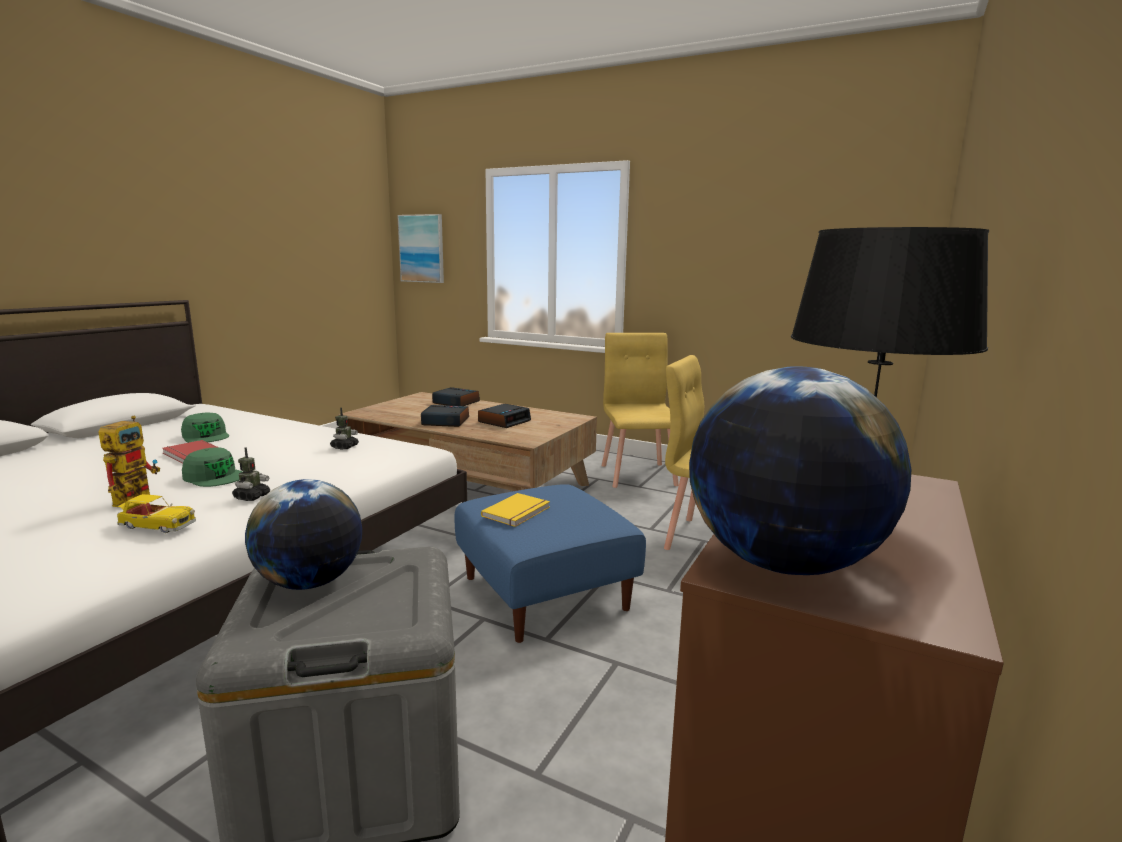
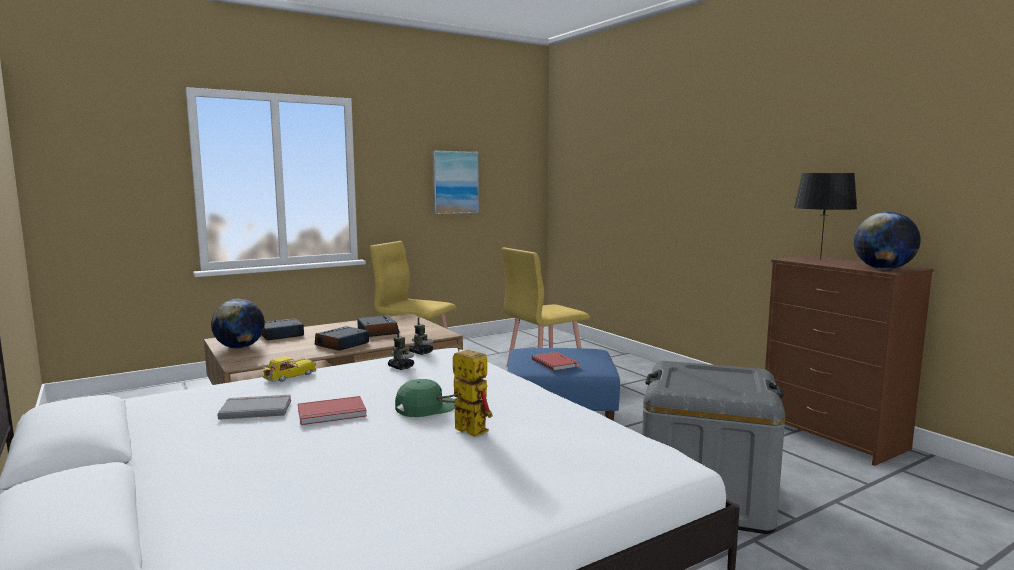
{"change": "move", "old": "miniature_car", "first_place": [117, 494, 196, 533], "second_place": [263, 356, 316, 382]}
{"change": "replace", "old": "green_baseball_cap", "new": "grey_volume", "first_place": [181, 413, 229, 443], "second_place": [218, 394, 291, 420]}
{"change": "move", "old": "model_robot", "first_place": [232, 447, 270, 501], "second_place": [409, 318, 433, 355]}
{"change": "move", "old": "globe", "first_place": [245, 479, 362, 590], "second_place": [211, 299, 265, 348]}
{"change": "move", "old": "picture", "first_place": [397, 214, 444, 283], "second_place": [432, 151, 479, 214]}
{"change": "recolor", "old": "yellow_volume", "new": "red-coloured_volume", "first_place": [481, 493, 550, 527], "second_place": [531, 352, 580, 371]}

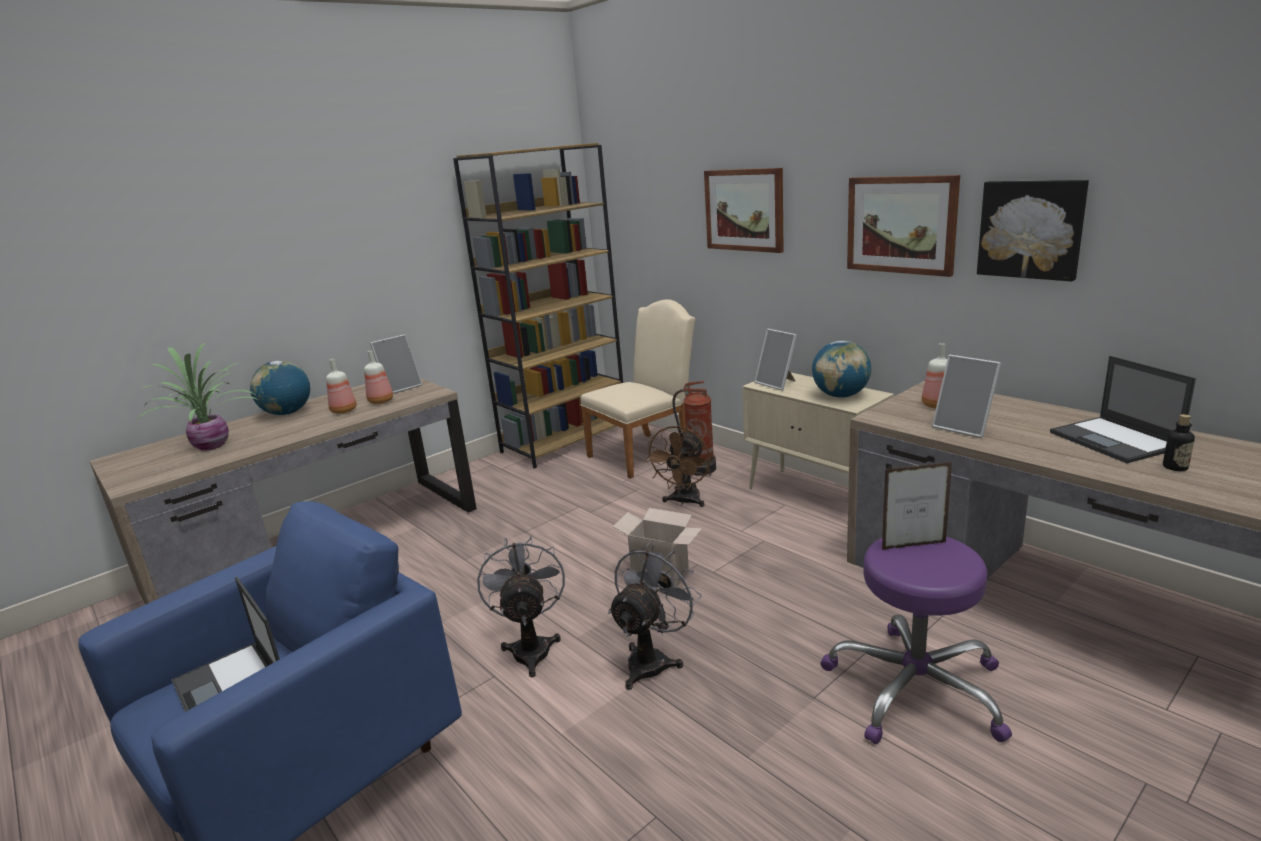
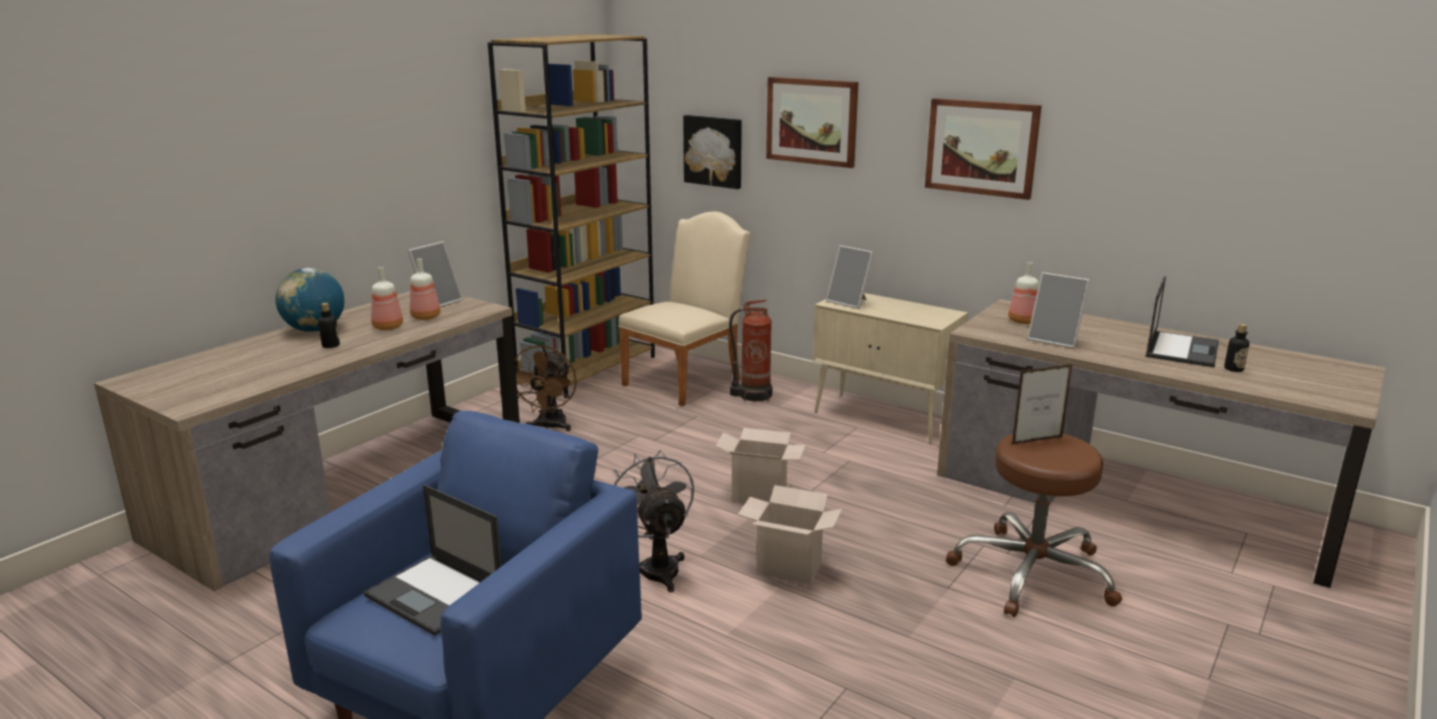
{"change": "delete", "old": "potted_plant", "first_place": [136, 343, 259, 451]}
{"change": "replace", "old": "grey_cooling_fan", "new": "packing_box", "first_place": [608, 542, 702, 690], "second_place": [738, 485, 843, 585]}
{"change": "move", "old": "brown_cooling_fan", "first_place": [645, 426, 710, 507], "second_place": [515, 345, 577, 431]}
{"change": "delete", "old": "globe", "first_place": [812, 340, 871, 398]}
{"change": "recolor", "old": "purple_sitting_stool", "new": "brown_sitting_stool", "first_place": [820, 537, 1012, 744], "second_place": [946, 434, 1122, 617]}
{"change": "move", "old": "picture", "first_place": [977, 180, 1089, 281], "second_place": [683, 115, 742, 189]}
{"change": "rotate", "old": "laptop", "first_place": [1050, 356, 1196, 463], "second_place": [1146, 276, 1219, 368], "degrees": -120}
{"change": "insert", "new": "beverage_bottle", "second_place": [318, 303, 340, 348]}

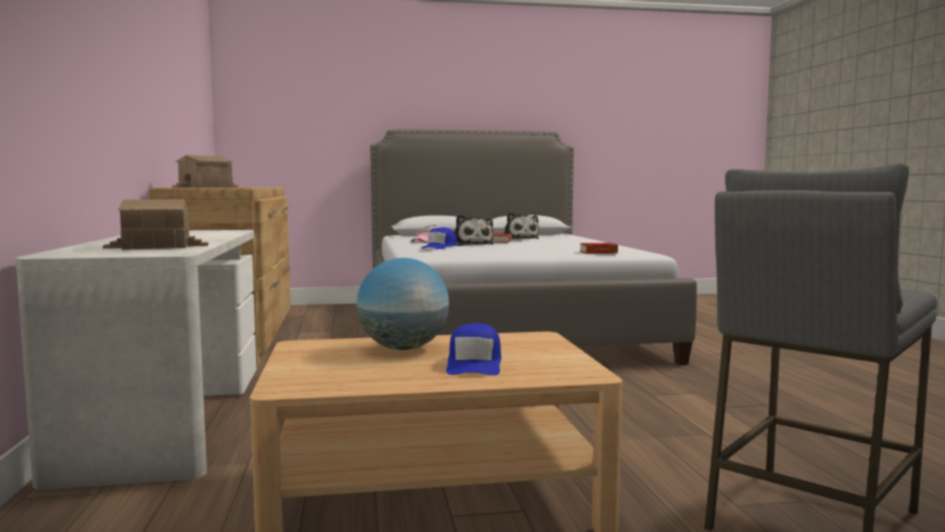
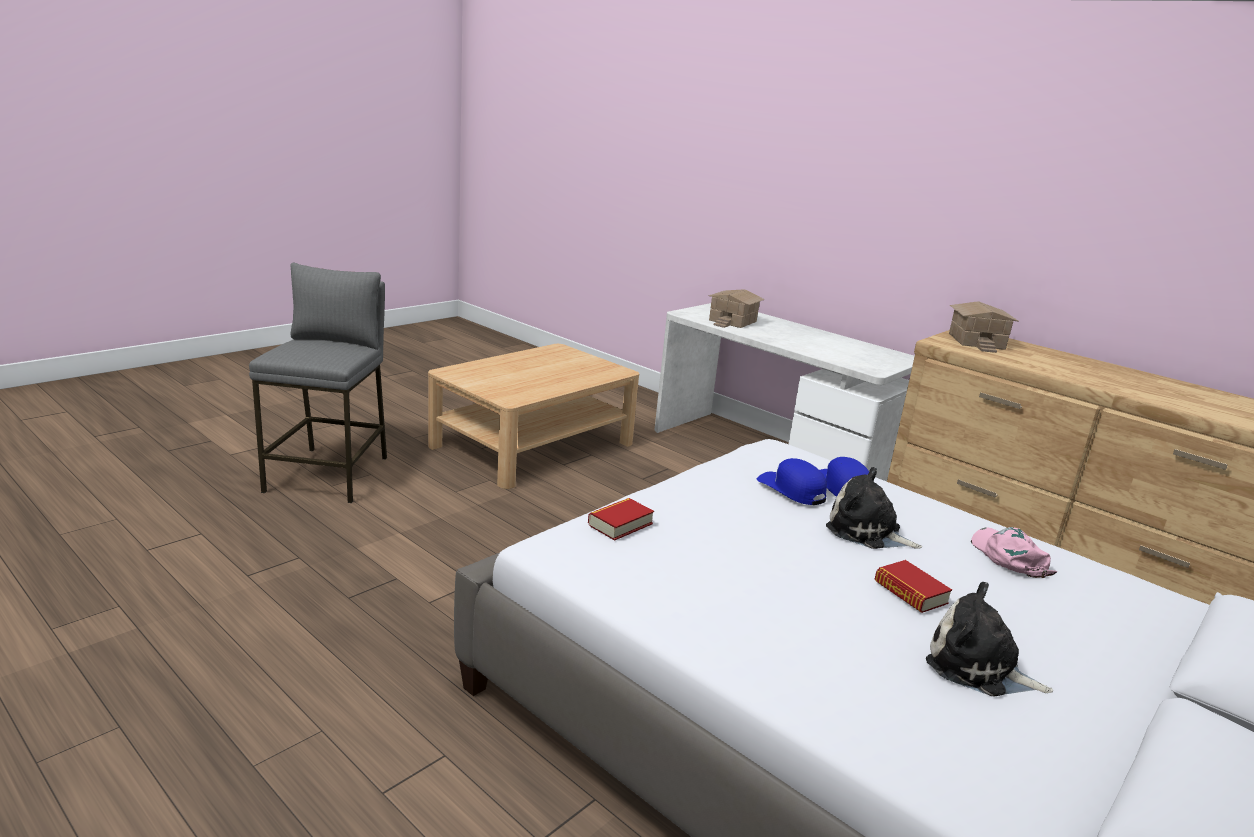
{"change": "delete", "old": "globe", "first_place": [357, 258, 449, 350]}
{"change": "move", "old": "bluish_baseball_cap", "first_place": [446, 323, 501, 375], "second_place": [756, 458, 827, 505]}

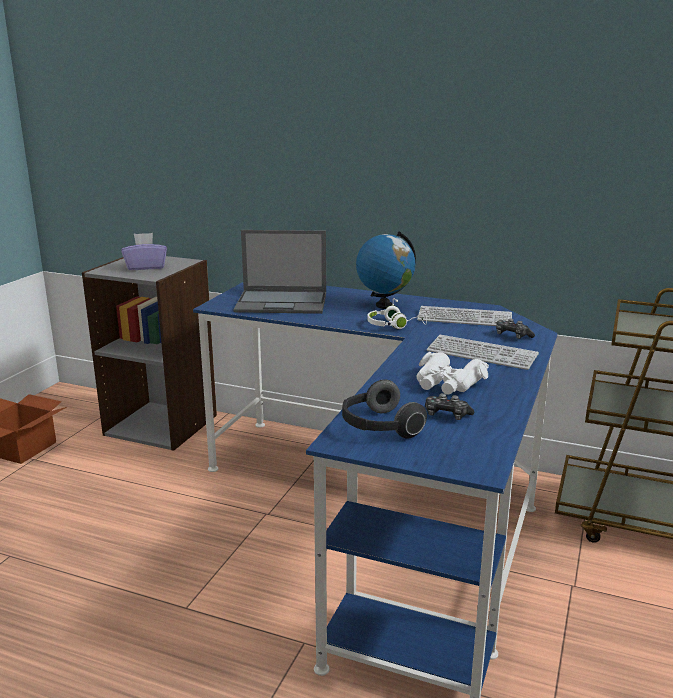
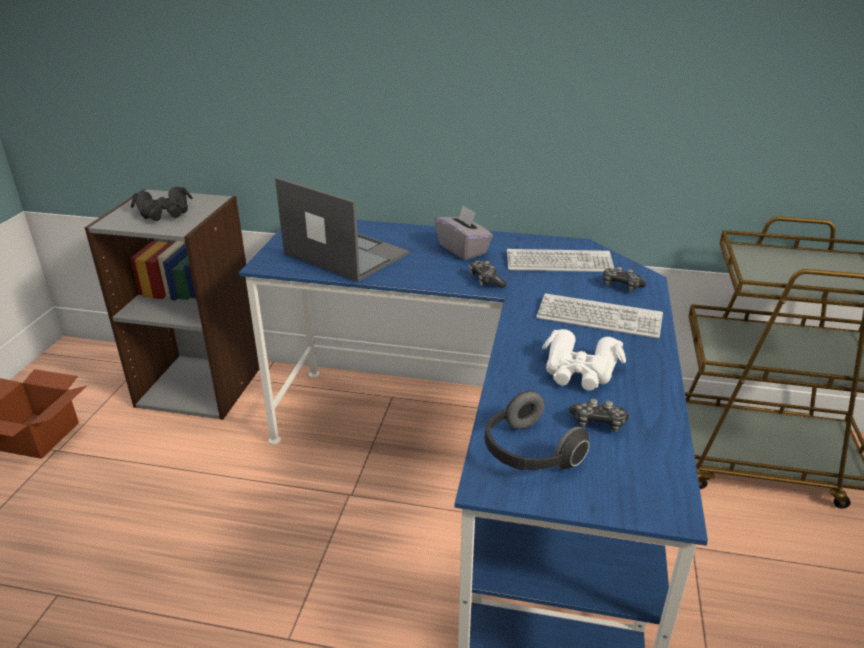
{"change": "replace", "old": "purple_box_of_tissues", "new": "black-coloured_pair_of_binoculars", "first_place": [121, 233, 167, 270], "second_place": [131, 187, 193, 221]}
{"change": "rotate", "old": "laptop", "first_place": [233, 230, 326, 314], "second_place": [275, 177, 409, 282], "degrees": -135}
{"change": "replace", "old": "globe", "new": "grey_box_of_tissues", "first_place": [356, 231, 416, 309], "second_place": [435, 205, 493, 260]}
{"change": "replace", "old": "white-coloured_headphones", "new": "game_controller", "first_place": [367, 298, 427, 329], "second_place": [469, 260, 507, 288]}

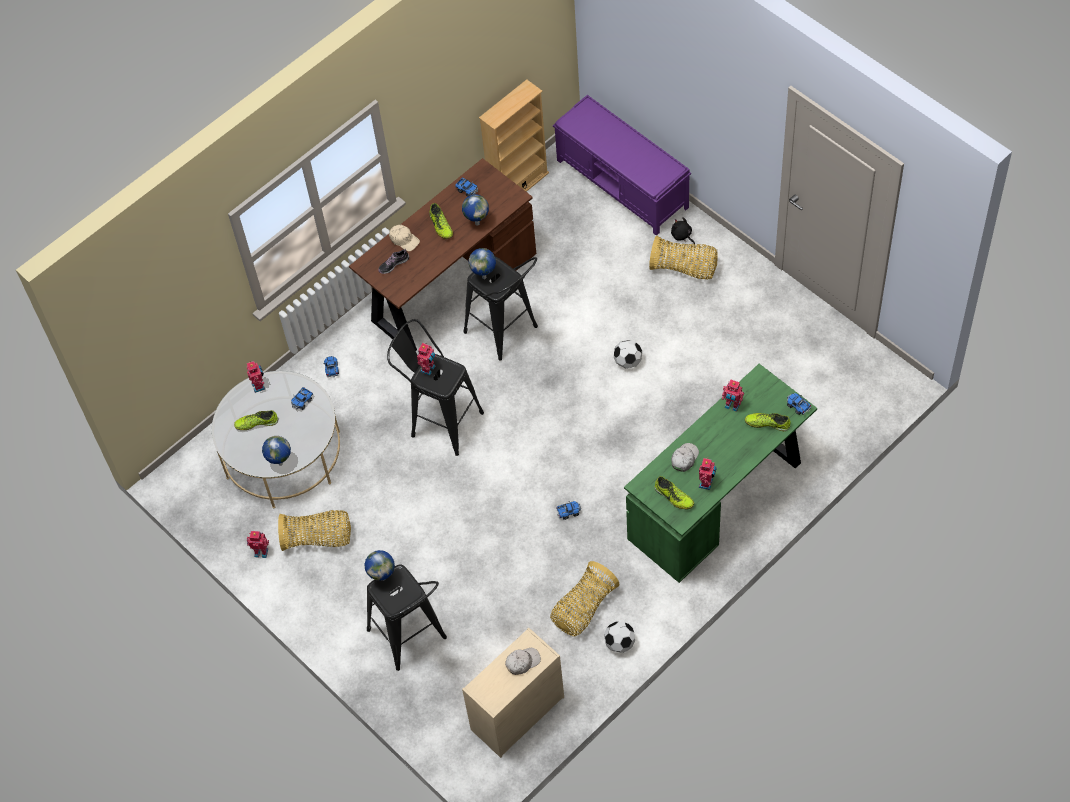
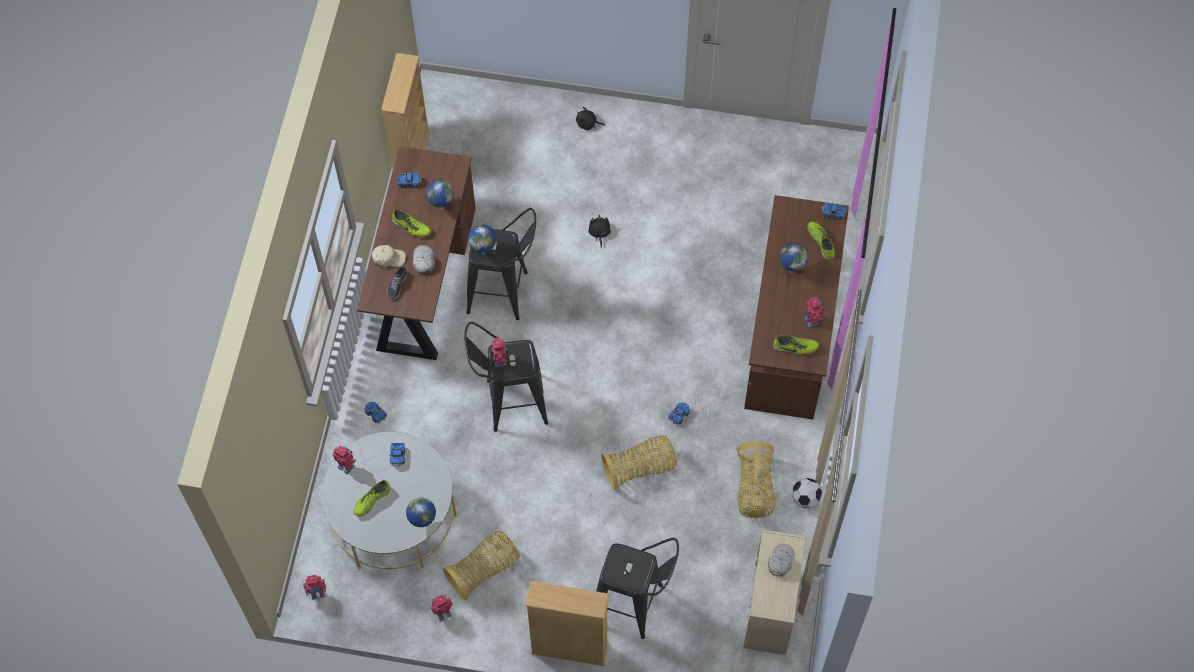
{"change": "move", "old": "globe", "first_place": [364, 550, 395, 581], "second_place": [779, 243, 808, 273]}
{"change": "delete", "old": "purple_long_seat", "first_place": [553, 95, 691, 236]}
{"change": "delete", "old": "football", "first_place": [614, 340, 642, 368]}
{"change": "recolor", "old": "green_desk_unit", "new": "brown_desk_unit", "first_place": [624, 364, 817, 583], "second_place": [744, 195, 849, 420]}
{"change": "move", "old": "household_basket", "first_place": [649, 236, 718, 280], "second_place": [601, 435, 677, 490]}
{"change": "move", "old": "white-coloured_baseball_cap", "first_place": [671, 443, 699, 472], "second_place": [413, 245, 435, 274]}
{"change": "move", "old": "model_robot", "first_place": [722, 379, 744, 412], "second_place": [303, 575, 326, 600]}
{"change": "rotate", "old": "low_shoe", "first_place": [745, 413, 790, 431], "second_place": [807, 221, 835, 260], "degrees": 90}
{"change": "insert", "new": "beige-coloured_bookcase", "second_place": [525, 581, 609, 666]}
{"change": "insert", "new": "black-coloured_plush_toy", "second_place": [588, 214, 611, 248]}

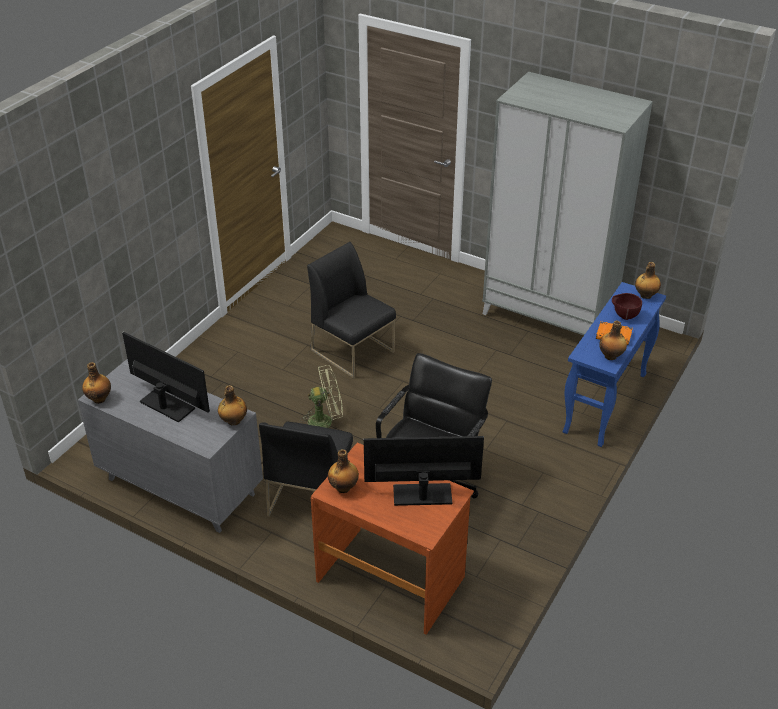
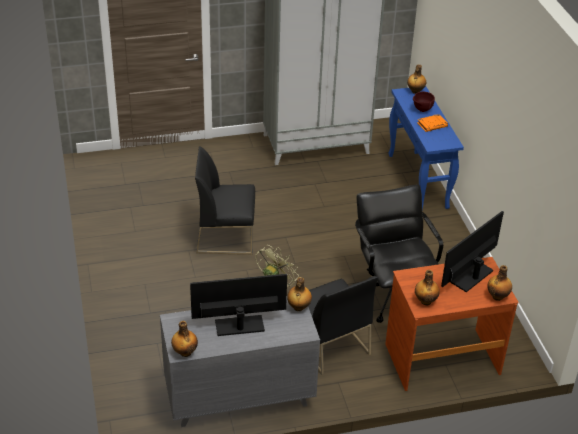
{"change": "move", "old": "beverage_bottle", "first_place": [599, 321, 627, 360], "second_place": [487, 265, 512, 301]}

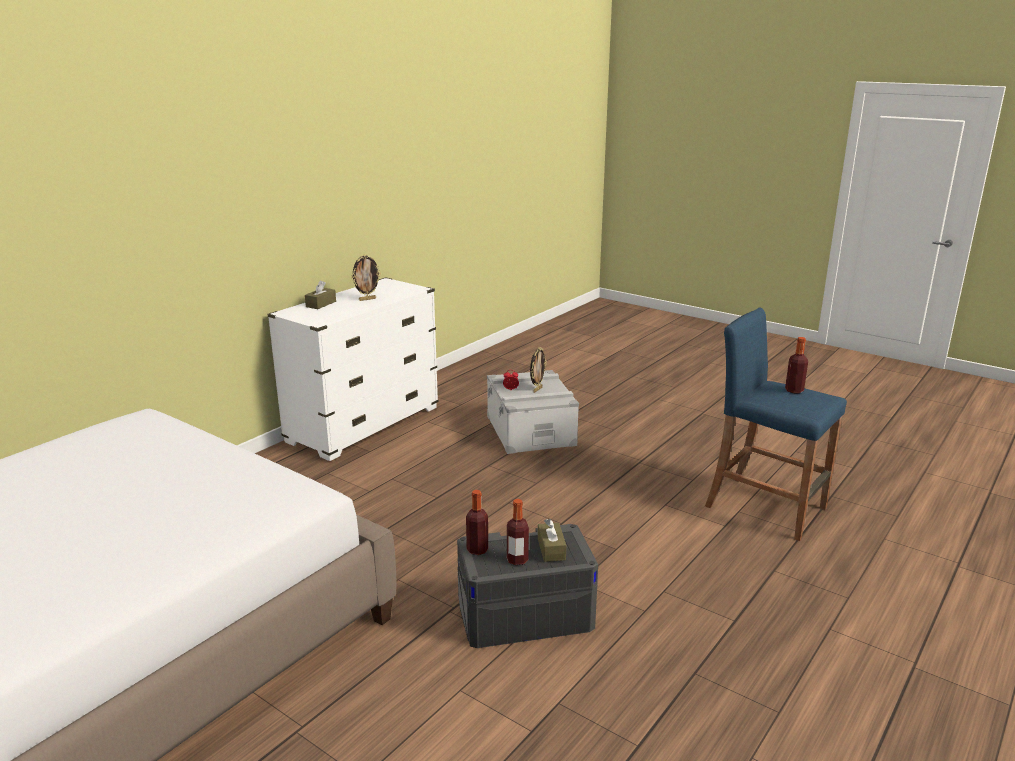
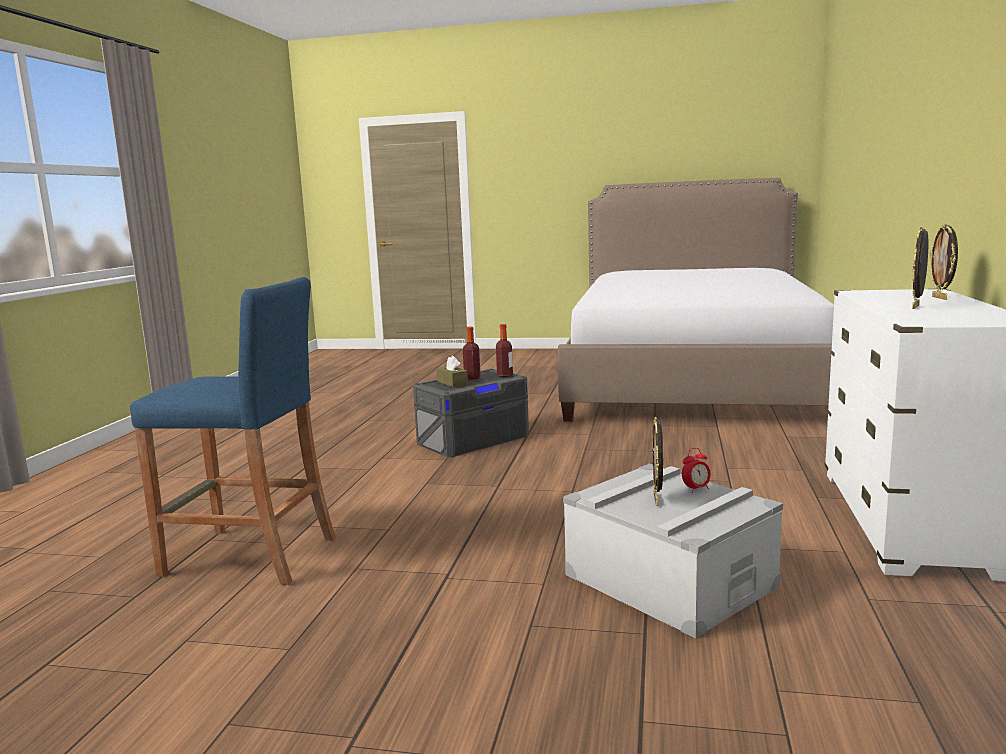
{"change": "replace", "old": "brown_box_of_tissues", "new": "photo_frame", "first_place": [305, 280, 336, 309], "second_place": [930, 222, 958, 300]}
{"change": "delete", "old": "beverage_bottle", "first_place": [785, 337, 808, 393]}

